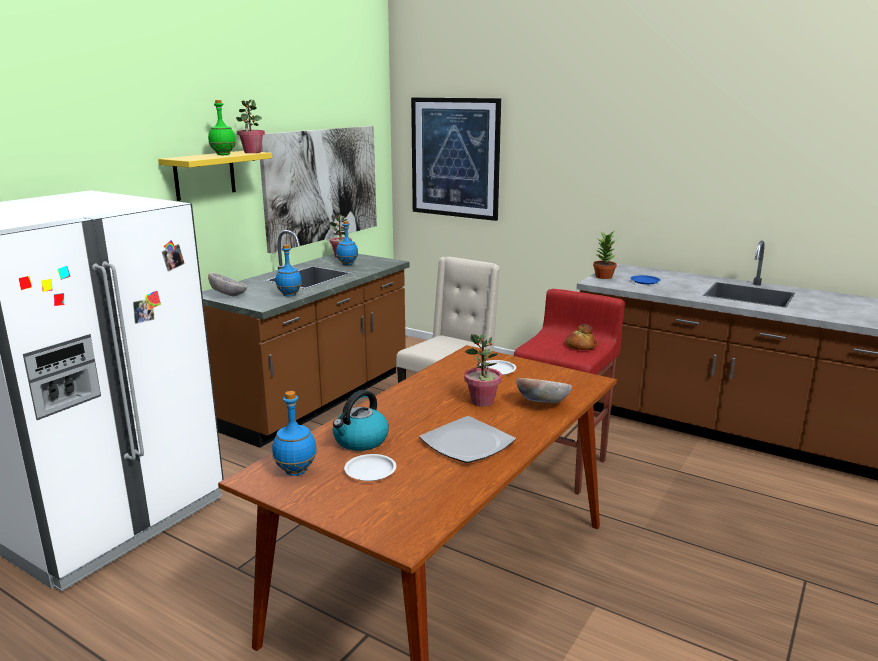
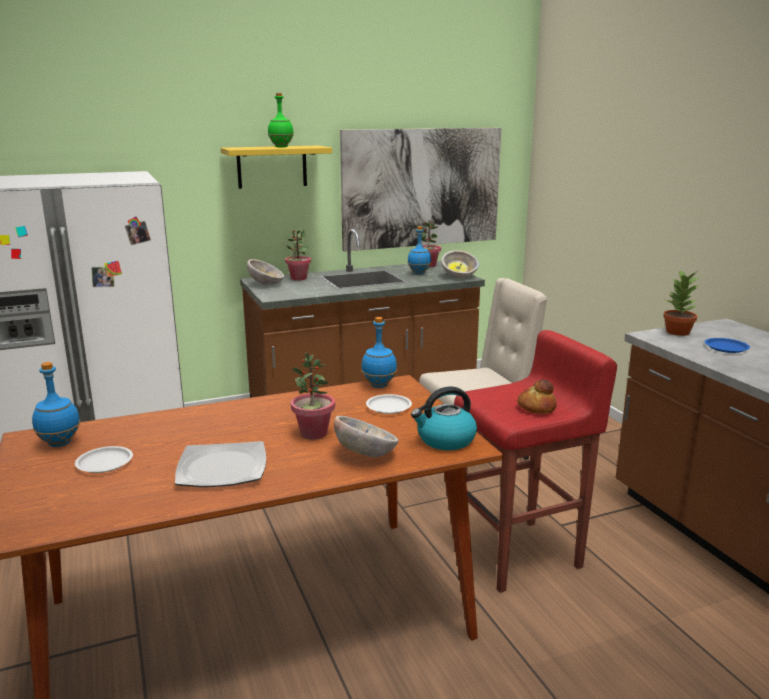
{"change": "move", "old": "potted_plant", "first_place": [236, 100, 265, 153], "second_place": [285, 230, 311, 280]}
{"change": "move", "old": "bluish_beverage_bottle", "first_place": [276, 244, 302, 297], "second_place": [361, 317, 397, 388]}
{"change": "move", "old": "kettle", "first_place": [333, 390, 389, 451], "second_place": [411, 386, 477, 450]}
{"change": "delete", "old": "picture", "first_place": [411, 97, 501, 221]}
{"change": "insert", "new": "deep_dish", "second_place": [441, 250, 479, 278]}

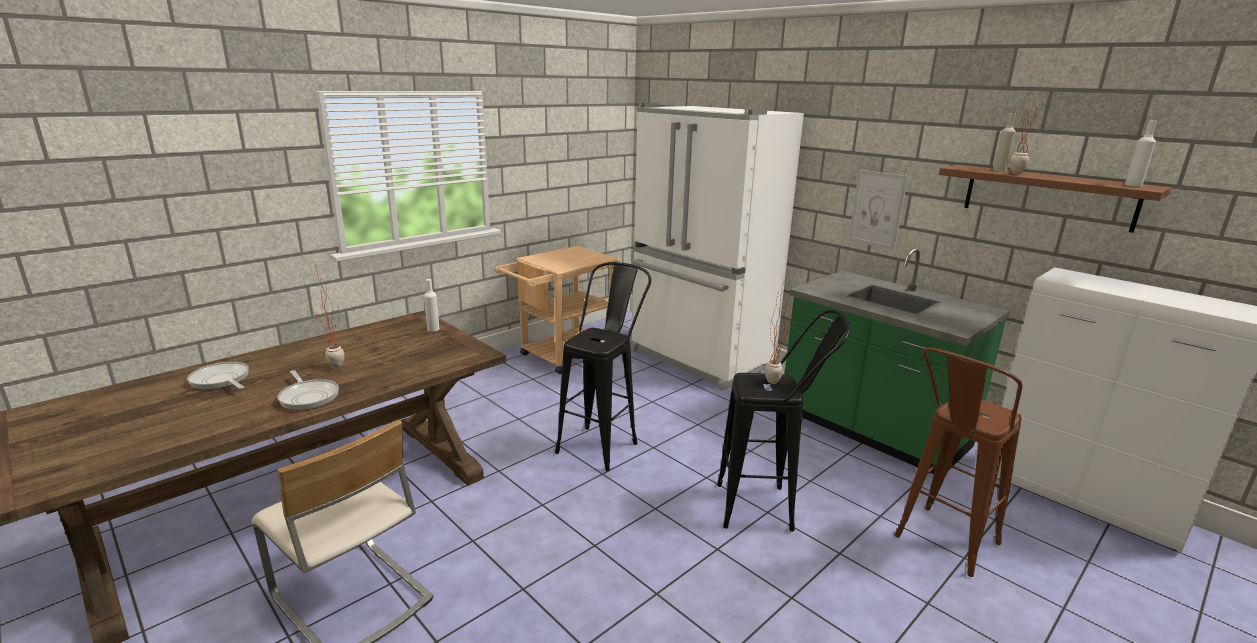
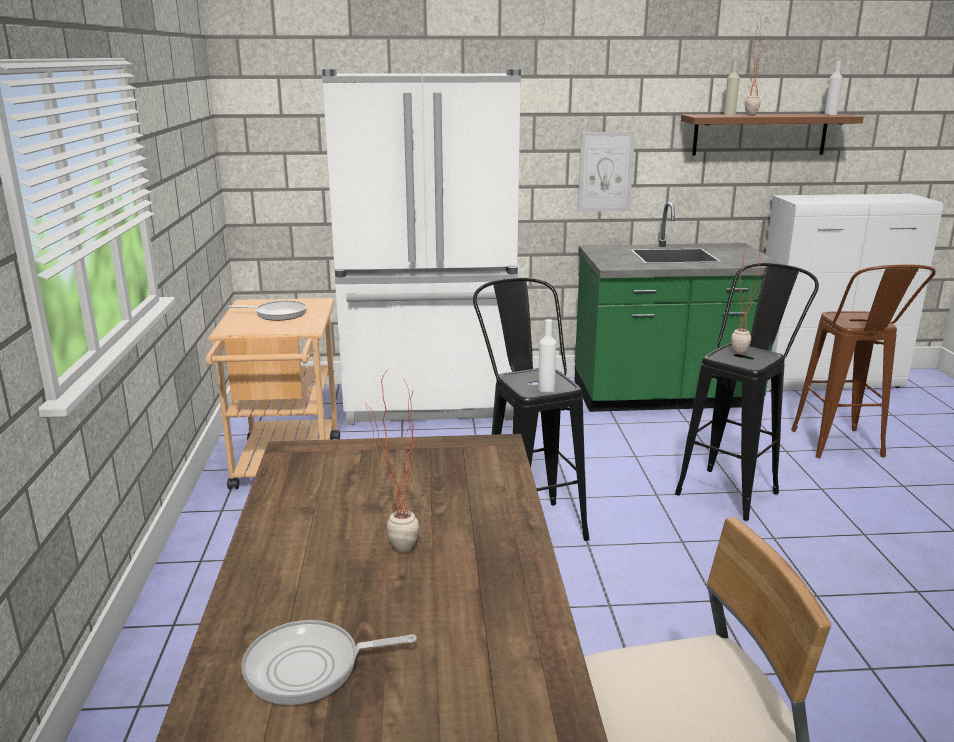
{"change": "move", "old": "skillet", "first_place": [277, 370, 339, 410], "second_place": [228, 300, 307, 321]}
{"change": "move", "old": "white-coloured_beverage_bottle", "first_place": [424, 279, 439, 332], "second_place": [538, 319, 556, 393]}

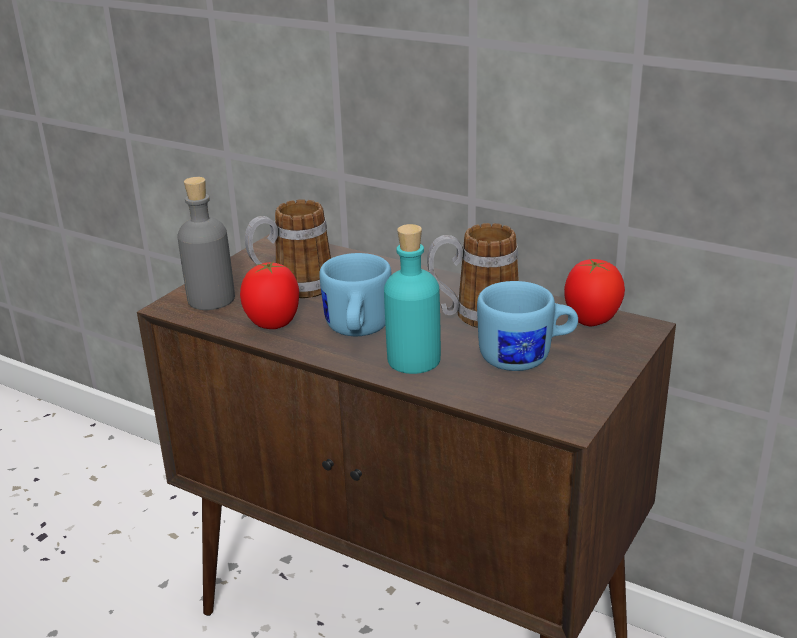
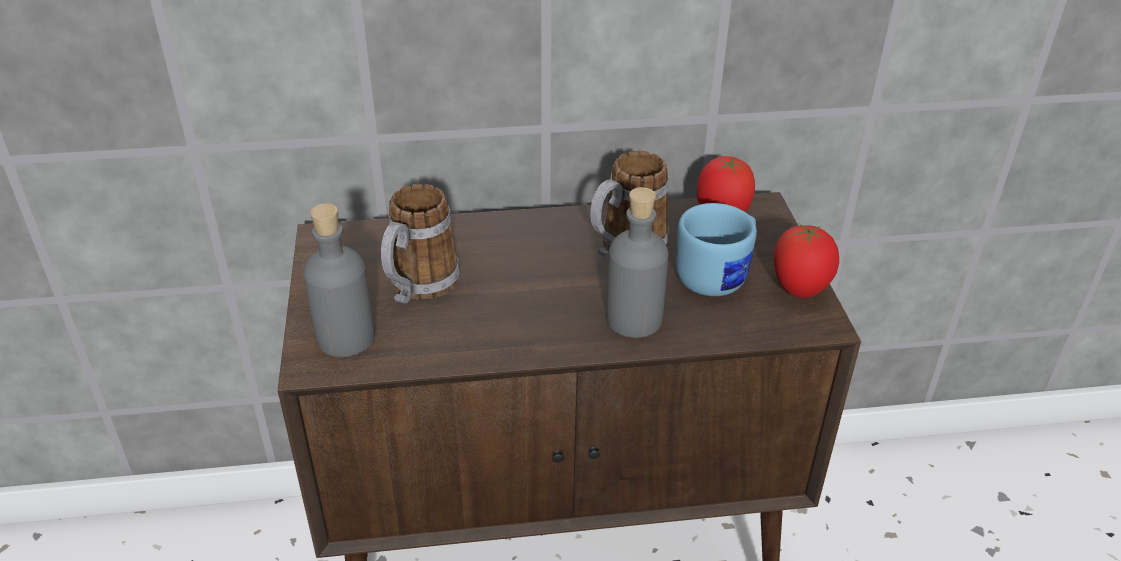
{"change": "move", "old": "whole_tomato", "first_place": [240, 261, 299, 329], "second_place": [774, 224, 839, 298]}
{"change": "delete", "old": "bluish_coffee_mug", "first_place": [319, 253, 392, 336]}
{"change": "recolor", "old": "turquoise-coloured_beverage_bottle", "new": "grey_beverage_bottle", "first_place": [384, 224, 441, 374], "second_place": [606, 187, 668, 338]}

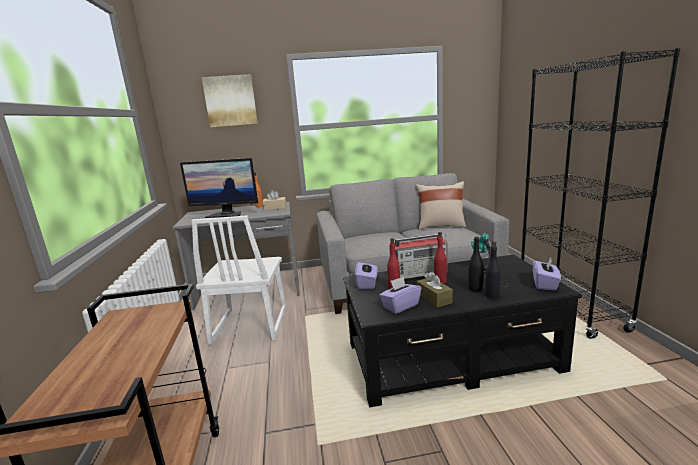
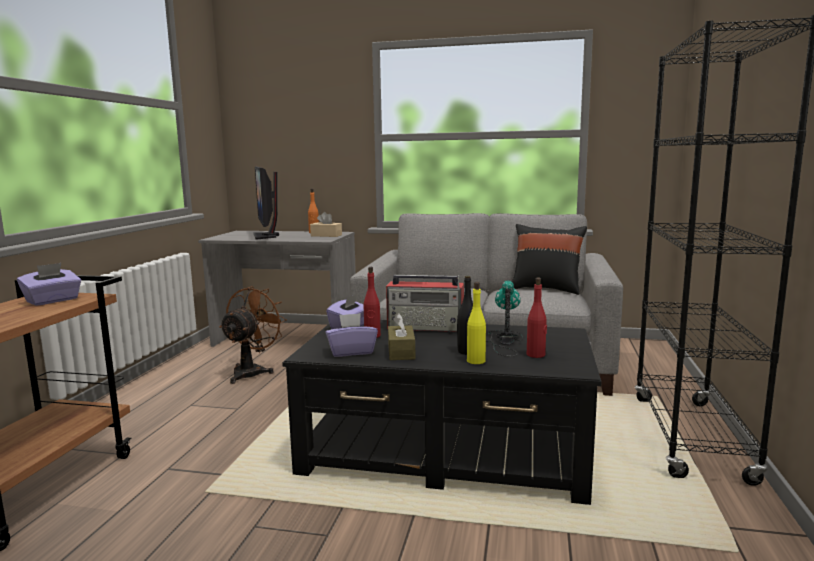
{"change": "rotate", "old": "computer_display", "first_place": [180, 158, 258, 218], "second_place": [254, 167, 279, 240], "degrees": 45}
{"change": "replace", "old": "white-coloured_chair", "new": "brown_cooling_fan", "first_place": [191, 215, 286, 344], "second_place": [219, 286, 287, 384]}
{"change": "delete", "old": "picture", "first_place": [202, 74, 258, 127]}
{"change": "recolor", "old": "beige-coloured_cushion", "new": "black-coloured_cushion", "first_place": [416, 181, 466, 230], "second_place": [512, 224, 587, 295]}
{"change": "move", "old": "red-coloured_beverage_bottle", "first_place": [434, 232, 447, 284], "second_place": [527, 278, 547, 358]}
{"change": "recolor", "old": "black-coloured_beverage_bottle", "new": "yellow_beverage_bottle", "first_place": [485, 241, 500, 299], "second_place": [467, 282, 486, 364]}
{"change": "move", "old": "purple_box_of_tissues", "first_place": [533, 257, 561, 290], "second_place": [17, 263, 81, 306]}

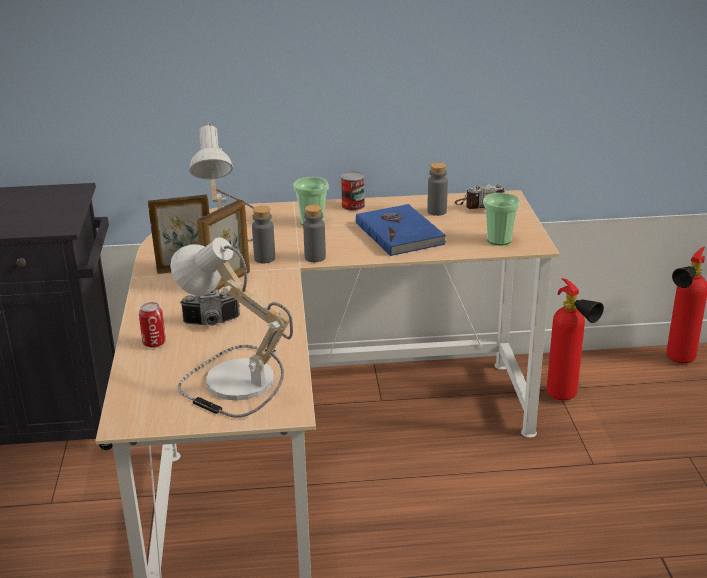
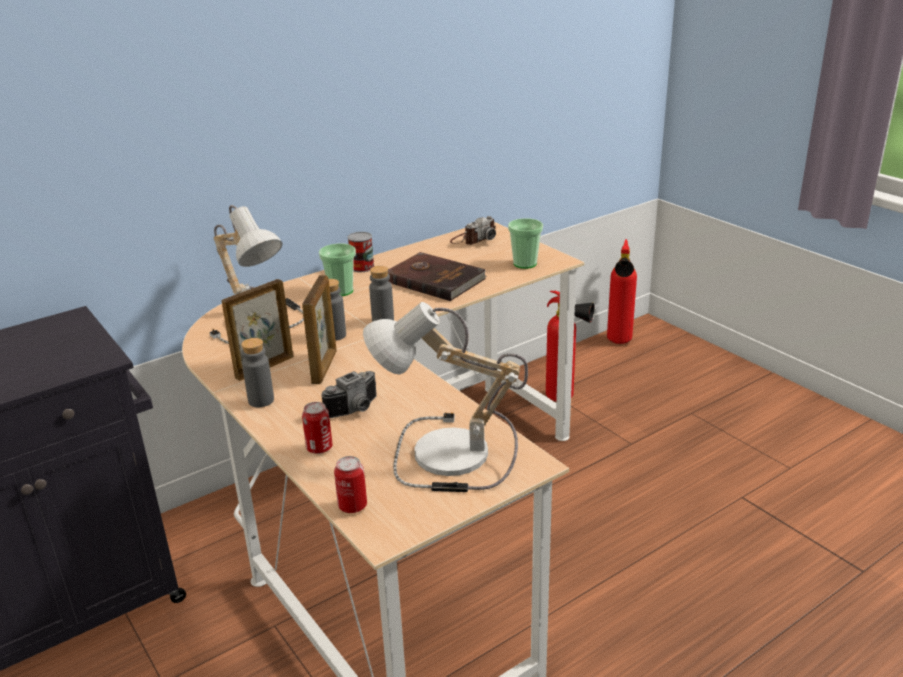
{"change": "recolor", "old": "bluish_volume", "new": "brown_volume", "first_place": [356, 204, 447, 256], "second_place": [388, 252, 487, 301]}
{"change": "move", "old": "grey_beverage_bottle", "first_place": [427, 162, 448, 216], "second_place": [241, 338, 274, 407]}
{"change": "insert", "new": "can", "second_place": [334, 456, 367, 513]}

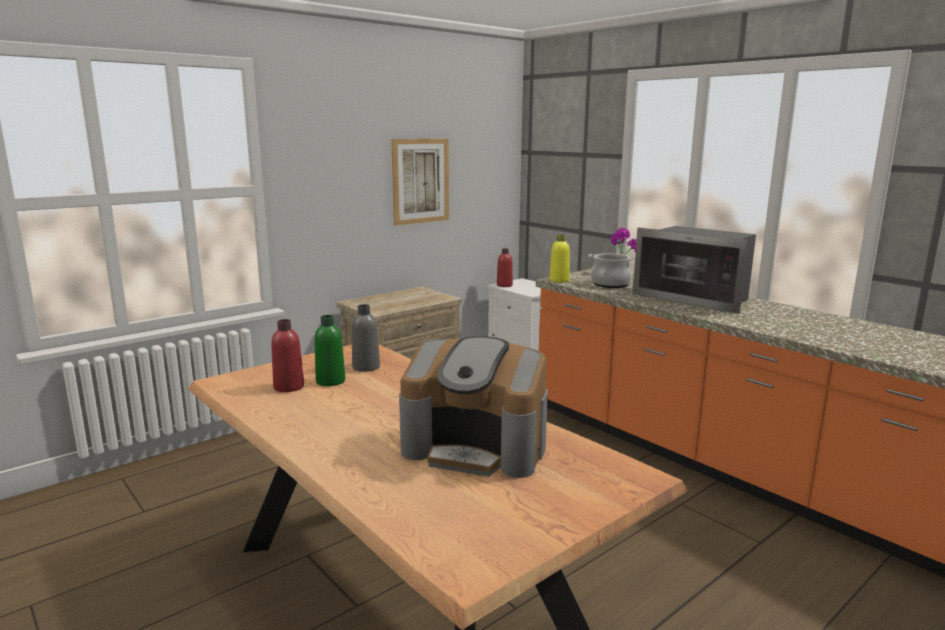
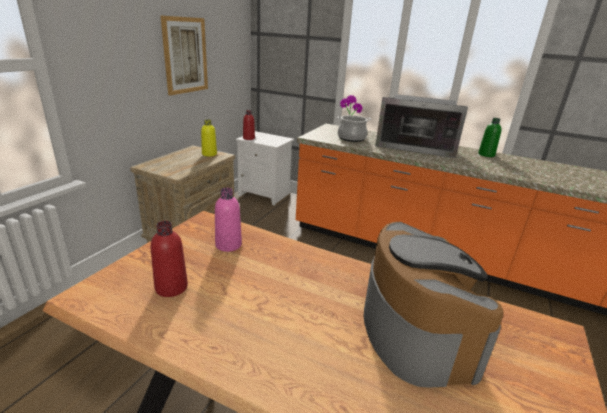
{"change": "move", "old": "green_beverage_bottle", "first_place": [314, 315, 345, 386], "second_place": [478, 118, 502, 157]}
{"change": "recolor", "old": "grey_beverage_bottle", "new": "pink-coloured_beverage_bottle", "first_place": [352, 304, 380, 372], "second_place": [215, 188, 242, 252]}
{"change": "rotate", "old": "coffee_machine", "first_place": [399, 336, 548, 478], "second_place": [364, 222, 503, 388], "degrees": -90}
{"change": "move", "old": "yellow_beverage_bottle", "first_place": [550, 234, 570, 283], "second_place": [201, 120, 217, 157]}

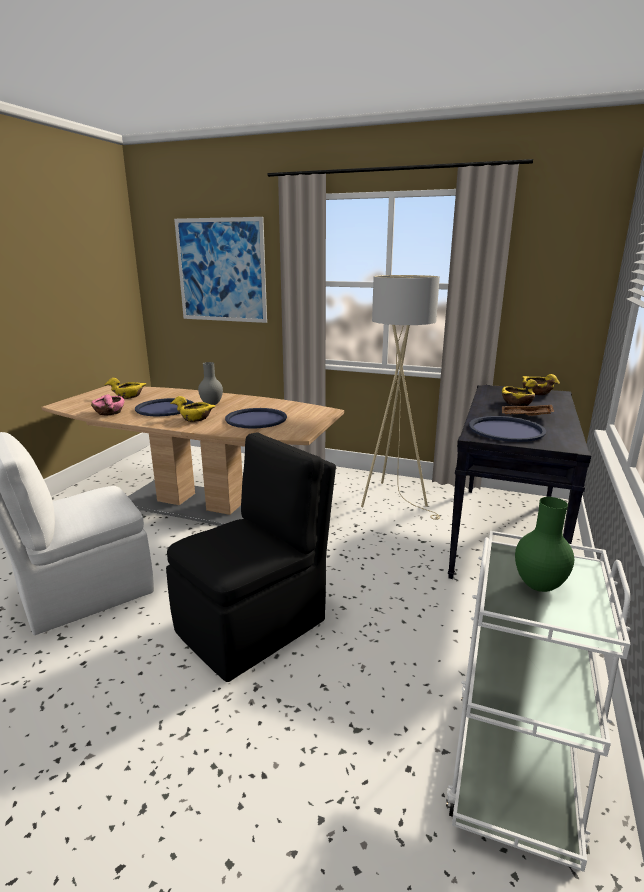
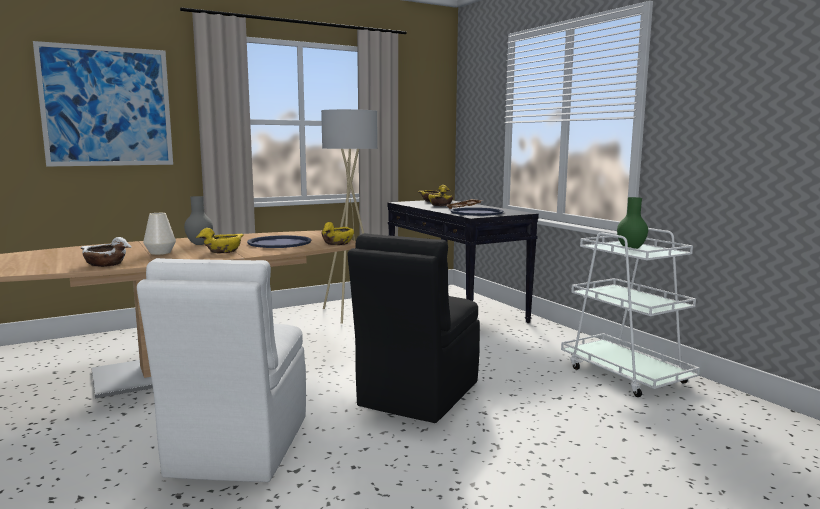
{"change": "recolor", "old": "pink-coloured_deep_dish", "new": "white-coloured_deep_dish", "first_place": [91, 394, 124, 415], "second_place": [81, 237, 132, 267]}
{"change": "move", "old": "yellow_deep_dish", "first_place": [104, 378, 146, 399], "second_place": [321, 222, 354, 245]}
{"change": "replace", "old": "bluish_carrying_tray", "new": "white-coloured_decorative_vase", "first_place": [135, 398, 194, 416], "second_place": [143, 213, 176, 255]}
{"change": "rotate", "old": "black-coloured_chair", "first_place": [166, 432, 336, 682], "second_place": [348, 233, 480, 423], "degrees": -150}

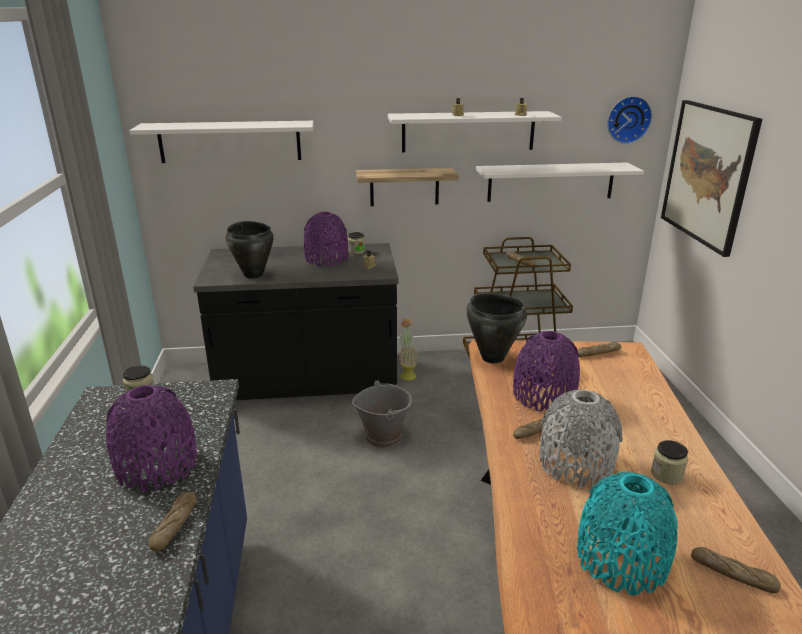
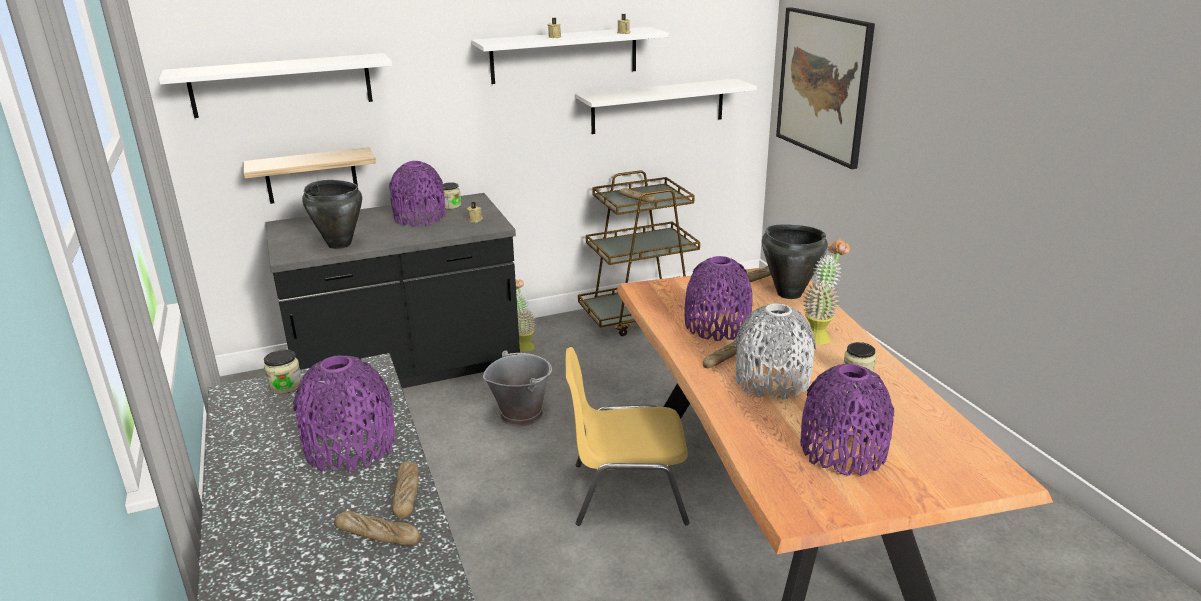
{"change": "move", "old": "bracket_shelf", "first_place": [356, 168, 459, 206], "second_place": [243, 147, 376, 204]}
{"change": "move", "old": "black-coloured_saucepot", "first_place": [466, 293, 527, 363], "second_place": [762, 224, 828, 299]}
{"change": "recolor", "old": "turquoise-coloured_decorative_vase", "new": "purple_decorative_vase", "first_place": [577, 471, 678, 595], "second_place": [800, 364, 894, 476]}
{"change": "delete", "old": "wall_clock", "first_place": [607, 96, 652, 144]}
{"change": "move", "old": "bakery_bread", "first_place": [691, 547, 781, 593], "second_place": [334, 511, 420, 546]}
{"change": "insert", "new": "yellow_chair", "second_place": [566, 347, 690, 526]}
{"change": "insert", "new": "potted_plant", "second_place": [802, 238, 850, 345]}

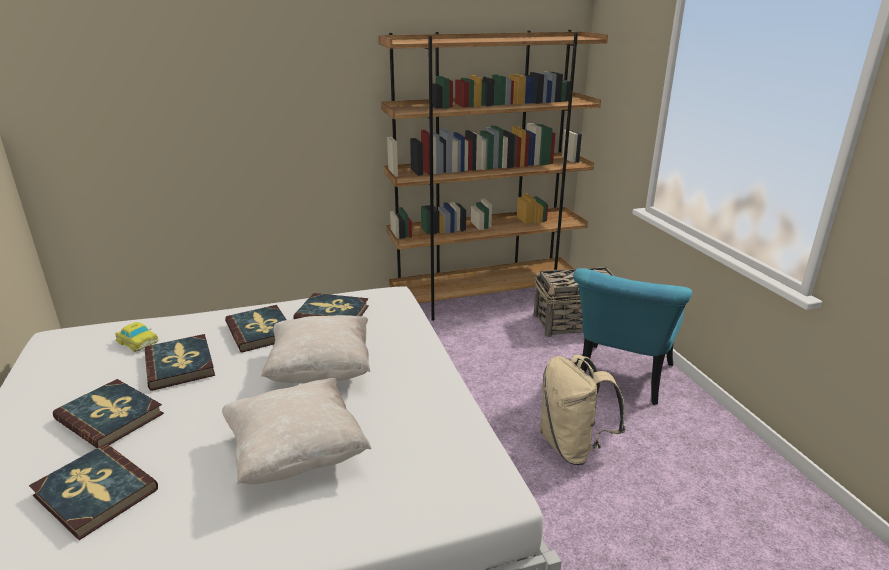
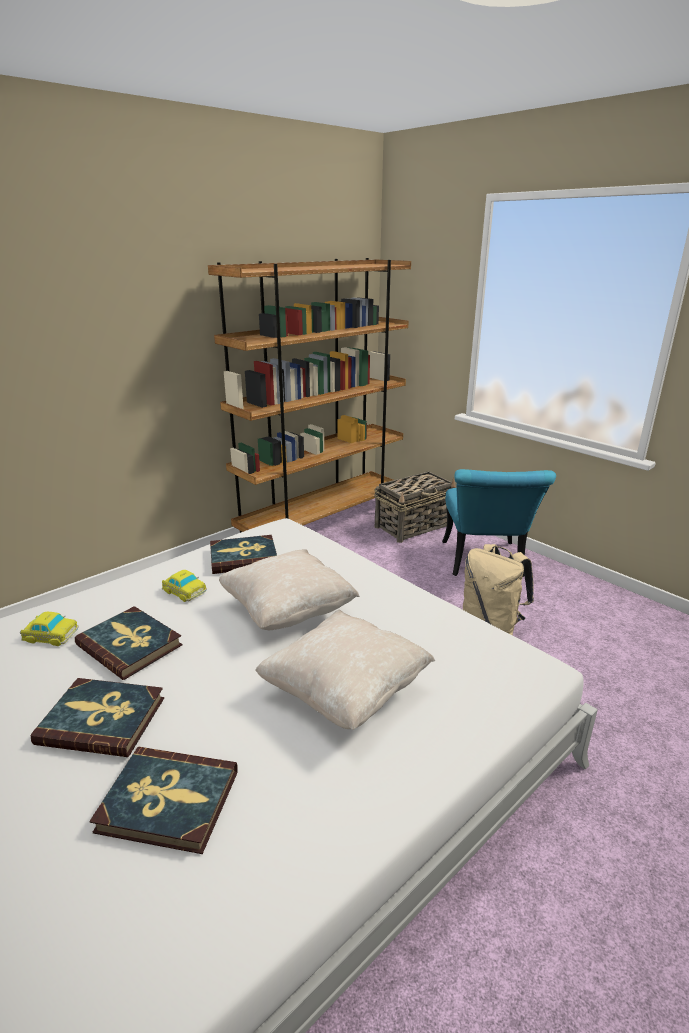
{"change": "replace", "old": "volume", "new": "miniature_car", "first_place": [225, 305, 287, 352], "second_place": [162, 570, 207, 602]}

